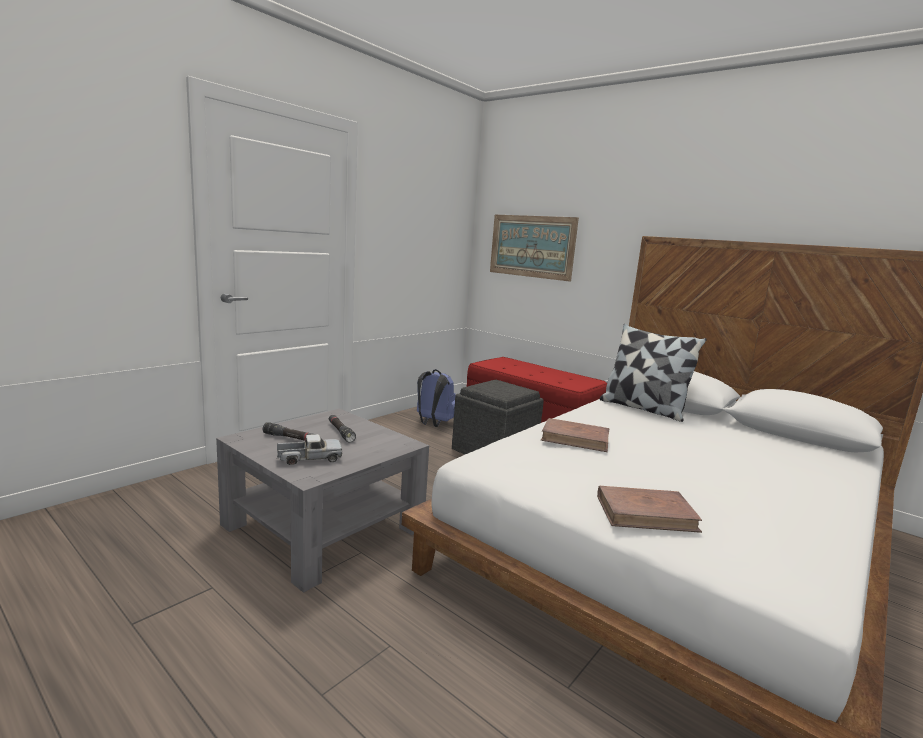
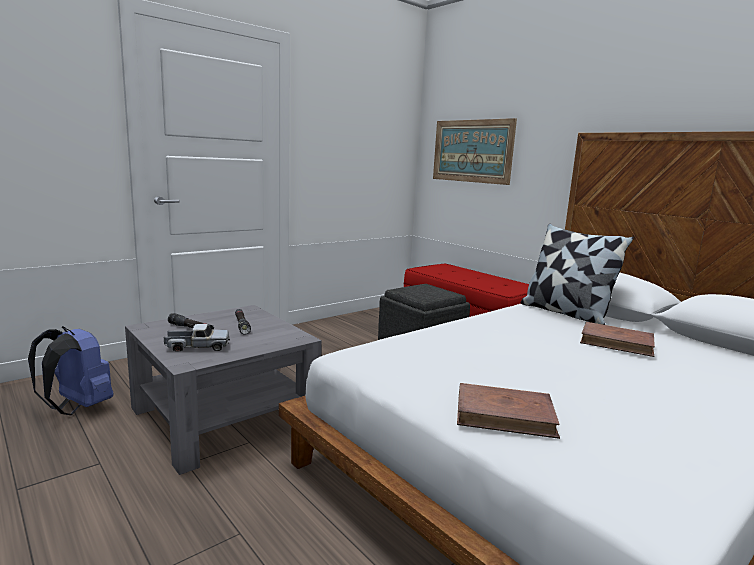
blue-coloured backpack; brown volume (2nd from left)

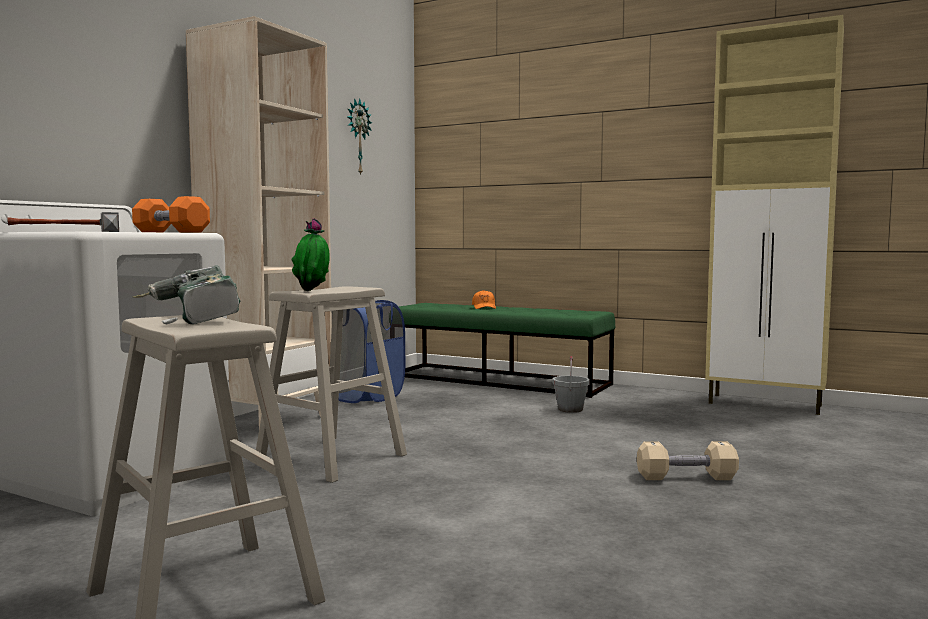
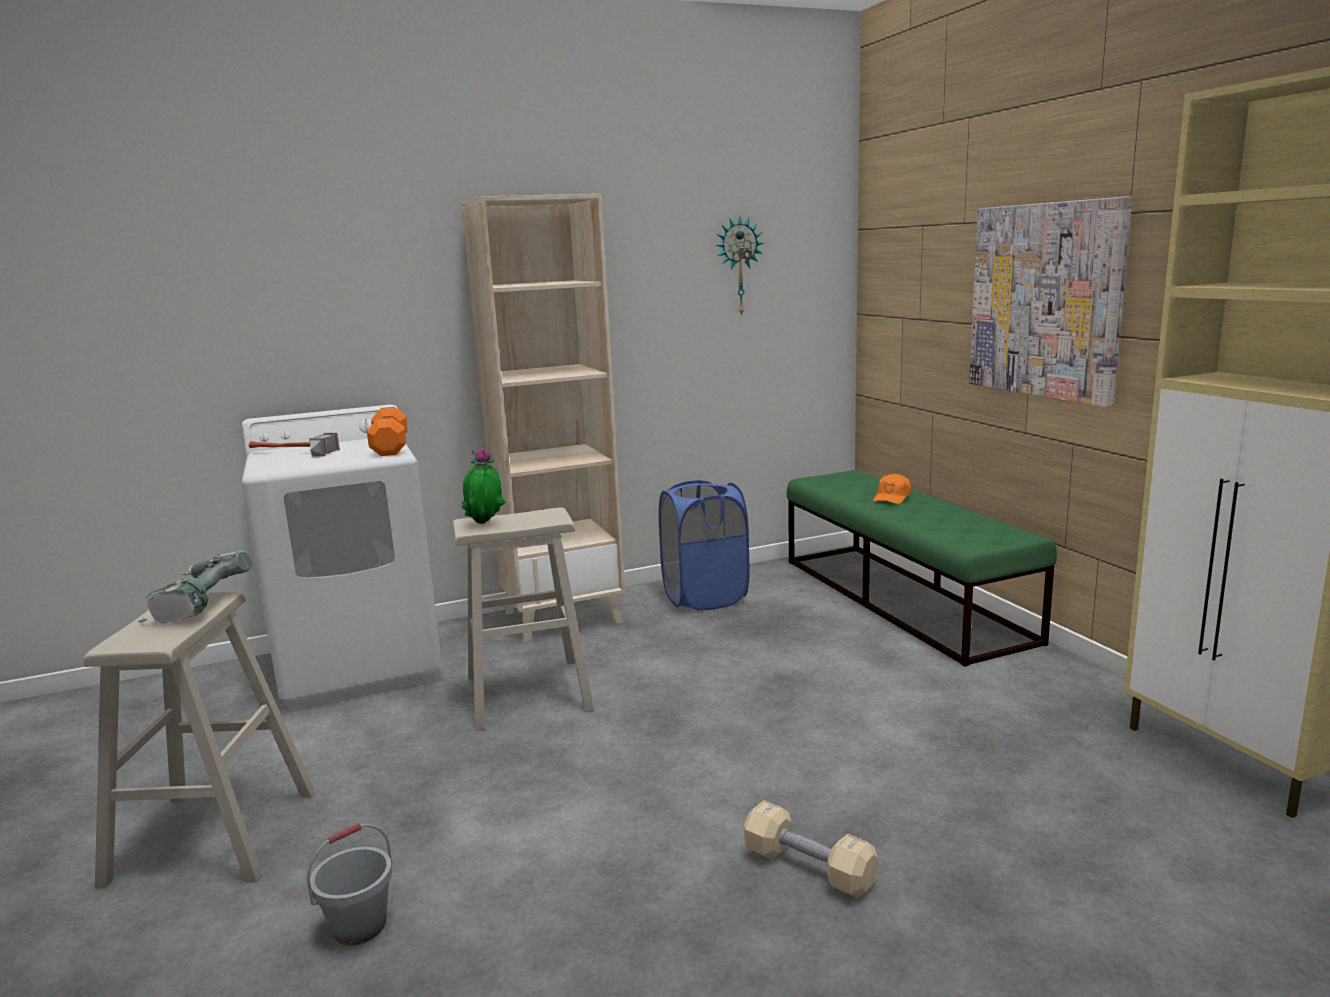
greyish water bucket; picture

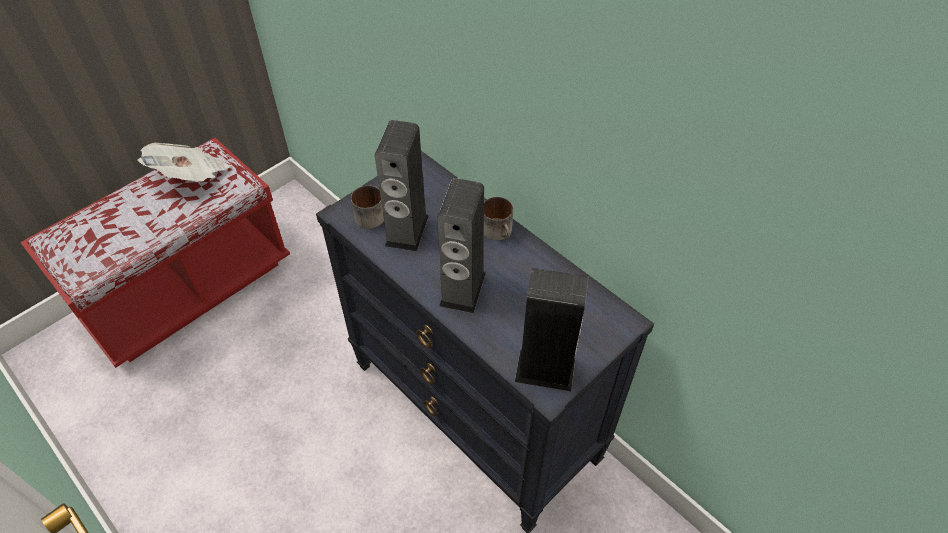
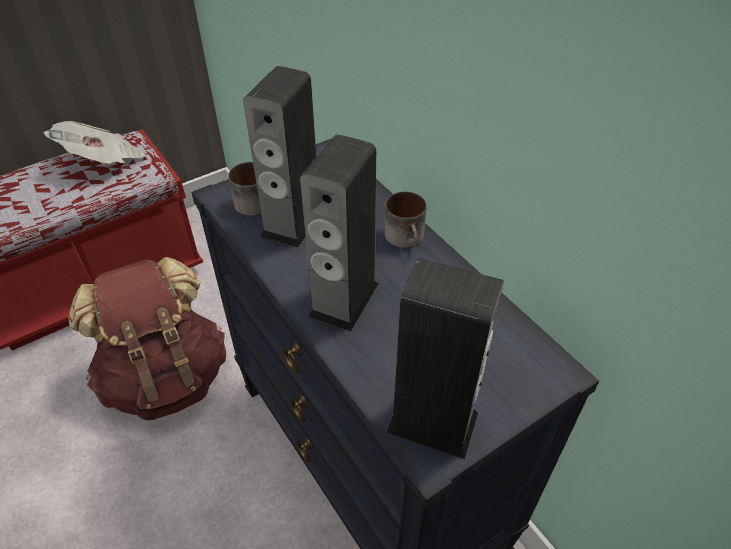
brown backpack

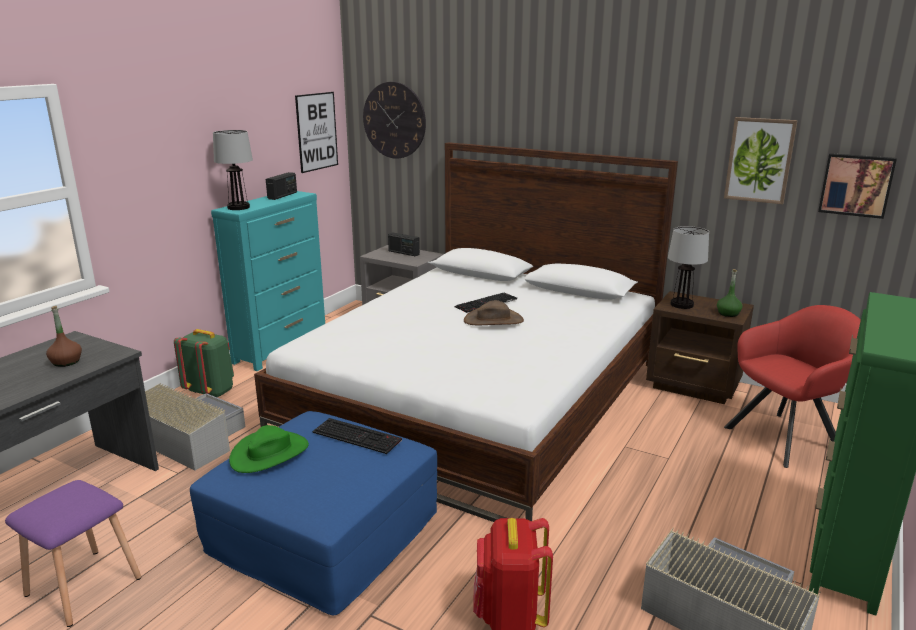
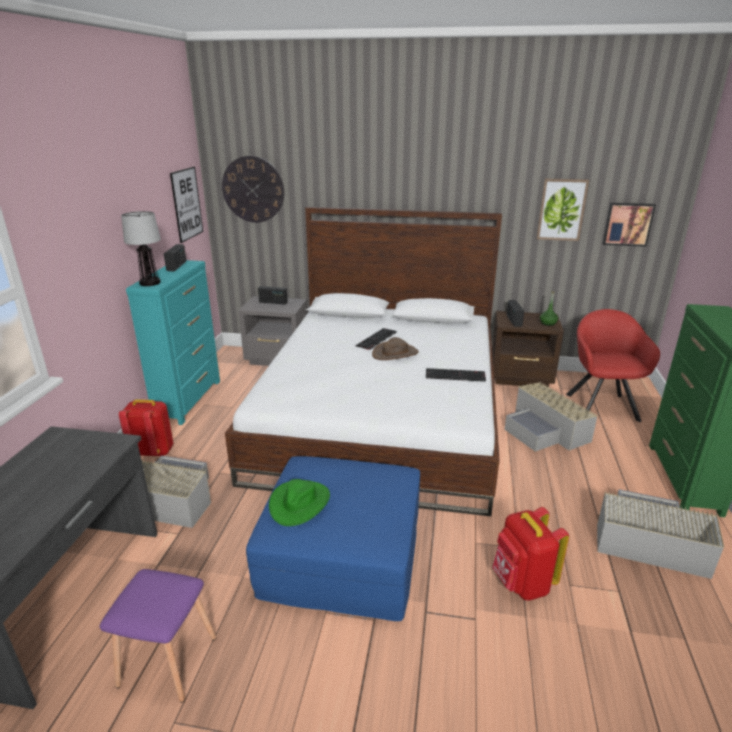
red-coloured backpack (1st from left); PC keyboard (2nd from left); greyish storage bin (2nd from left); radio set (3rd from left); red-coloured lounge chair; brown beverage bottle

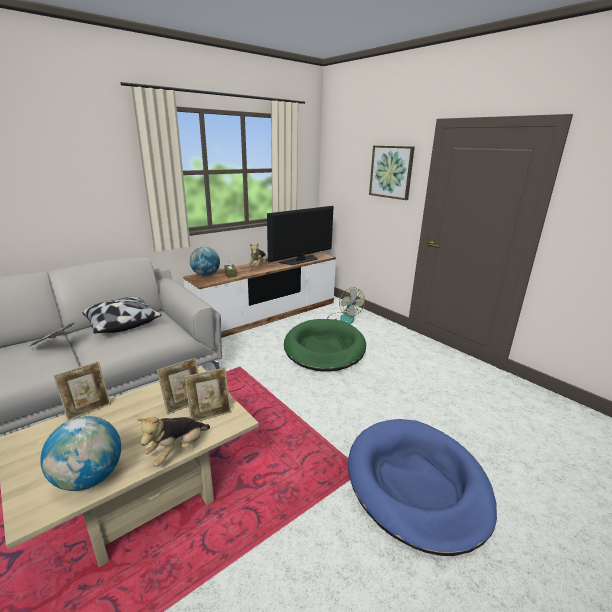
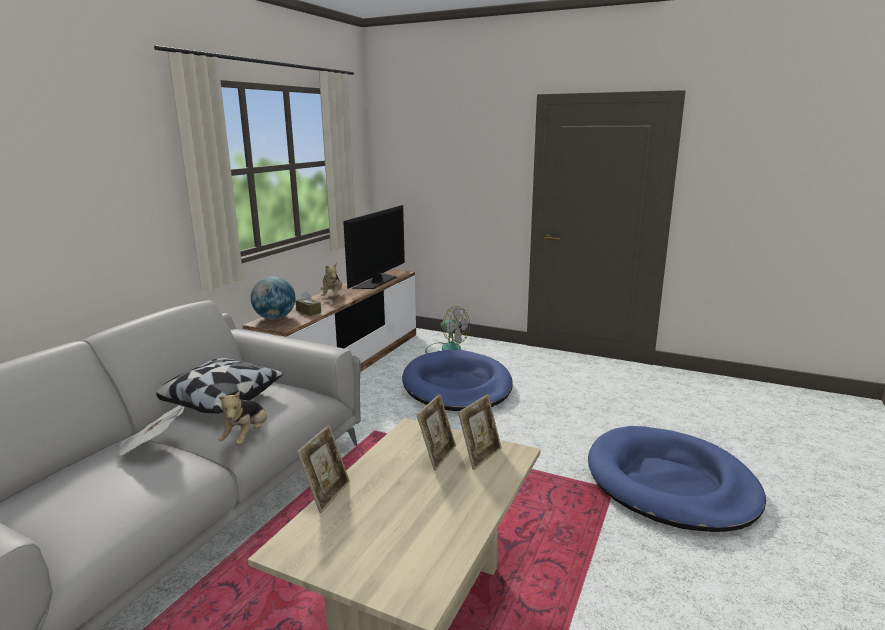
cuddly toy (1st from left); blue-coloured pet bed (1st from left); world globe (1st from left in the first image); picture

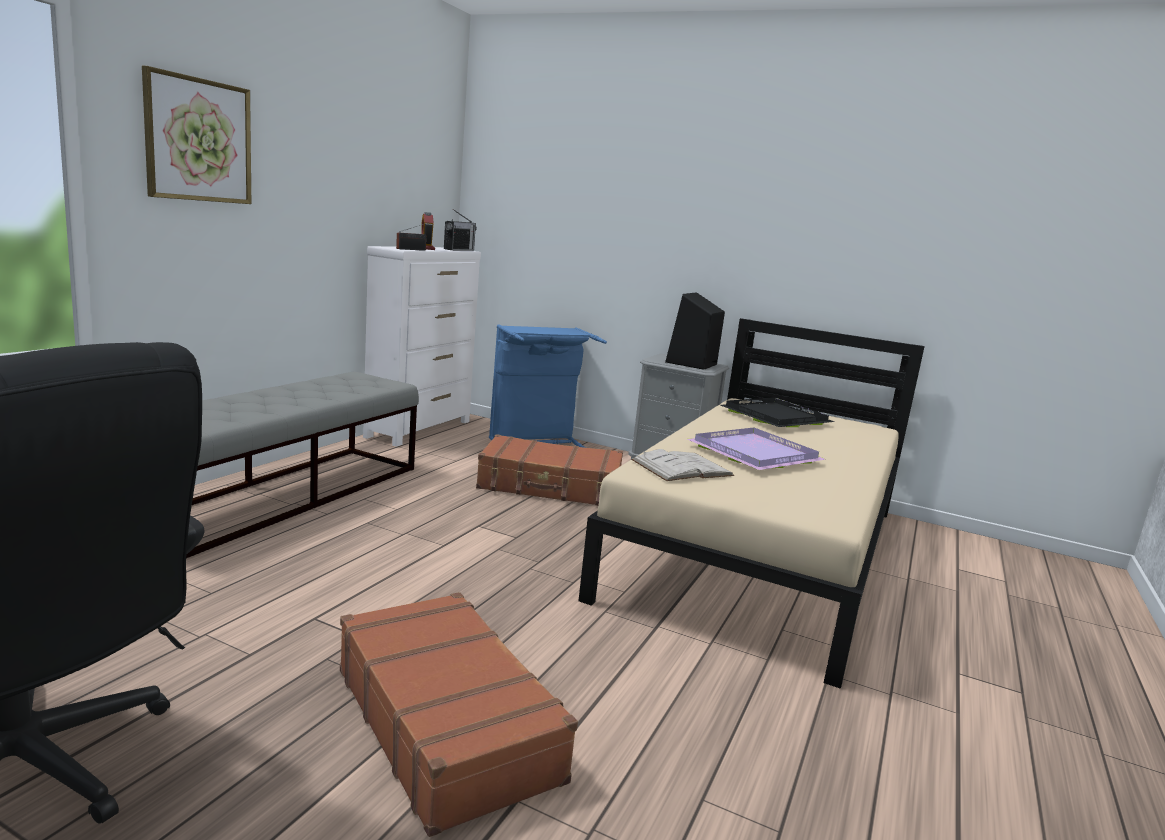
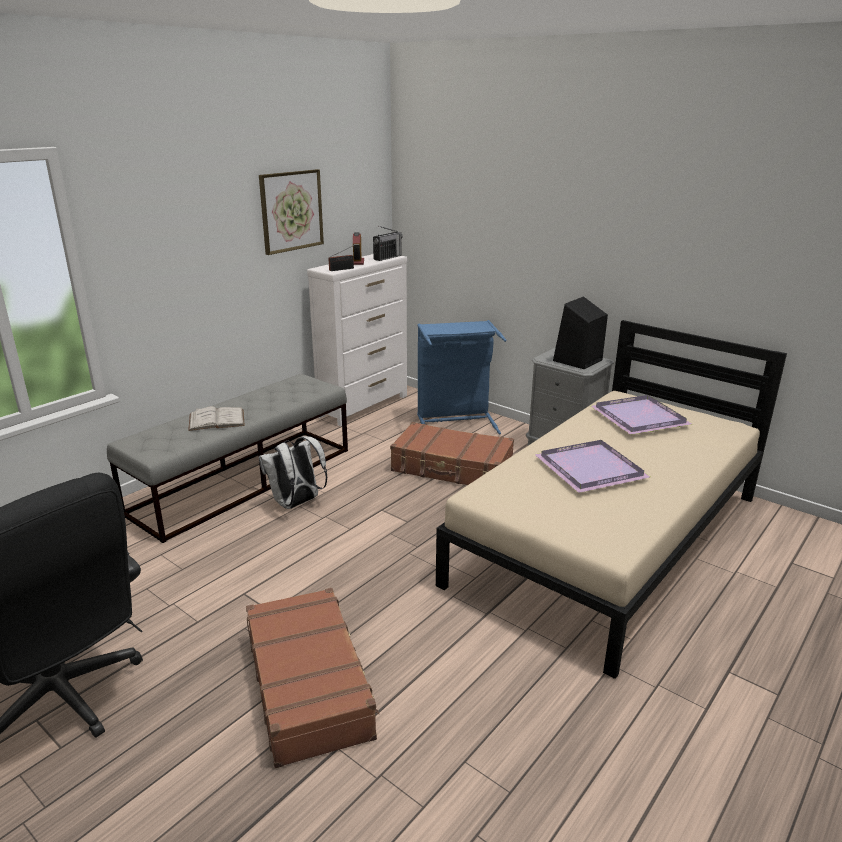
whitish volume; picture; whitish backpack; purplish carrying tray (2nd from left)

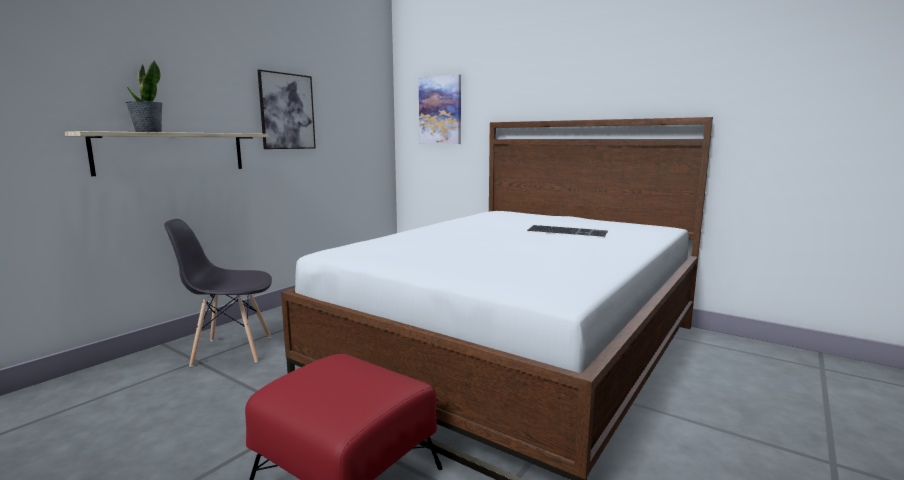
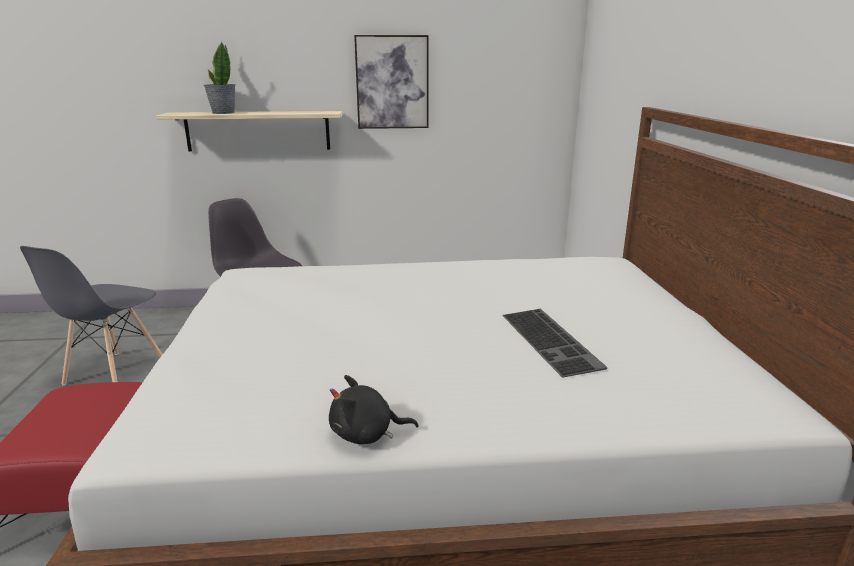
greyish plain chair (1st from left); black cuddly toy; picture (2nd from left in the first image)

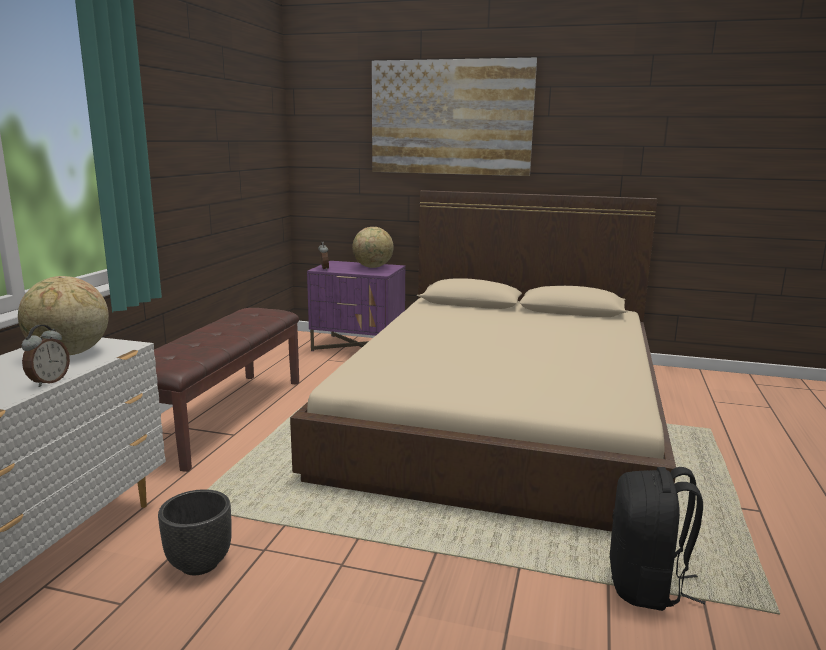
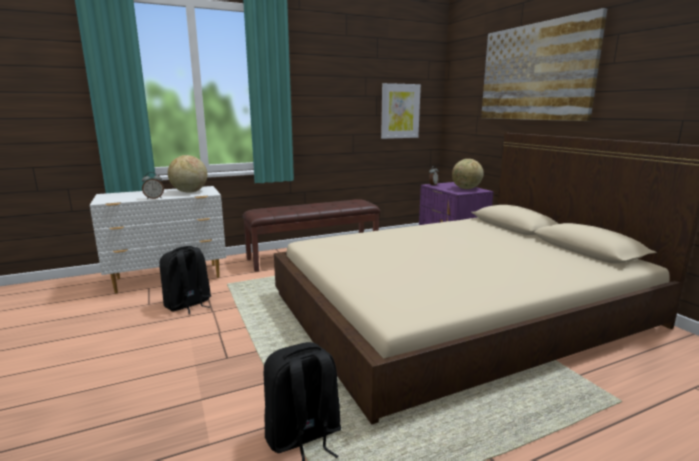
black backpack (1st from left); picture (1st from left)

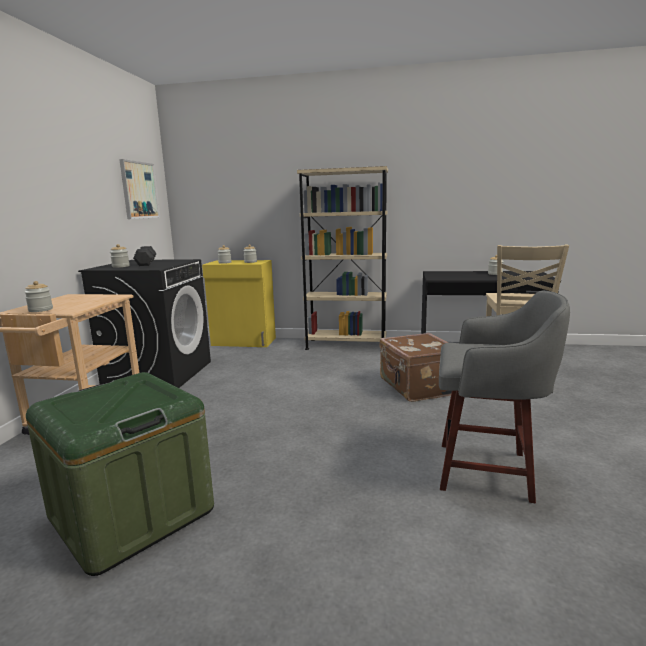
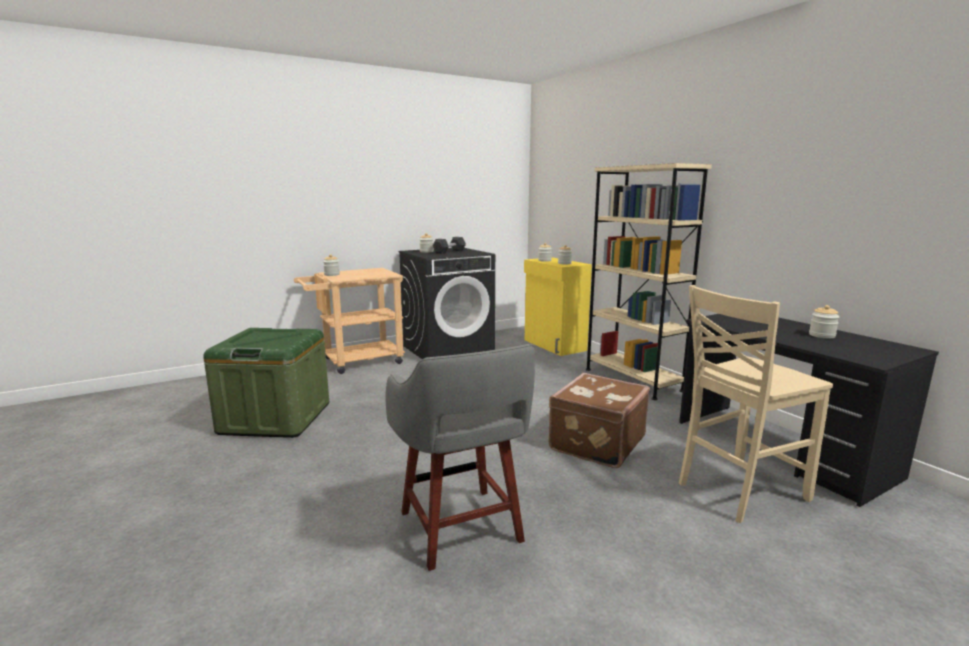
picture

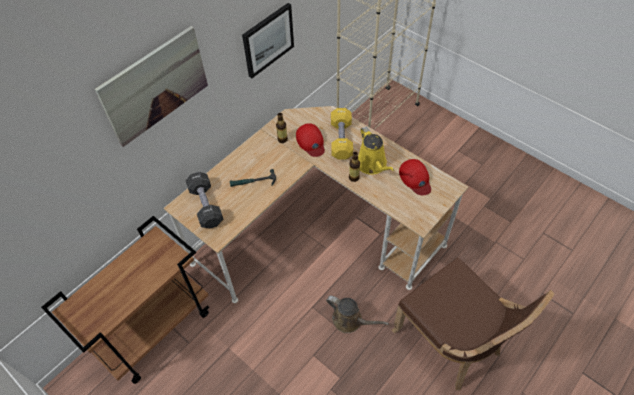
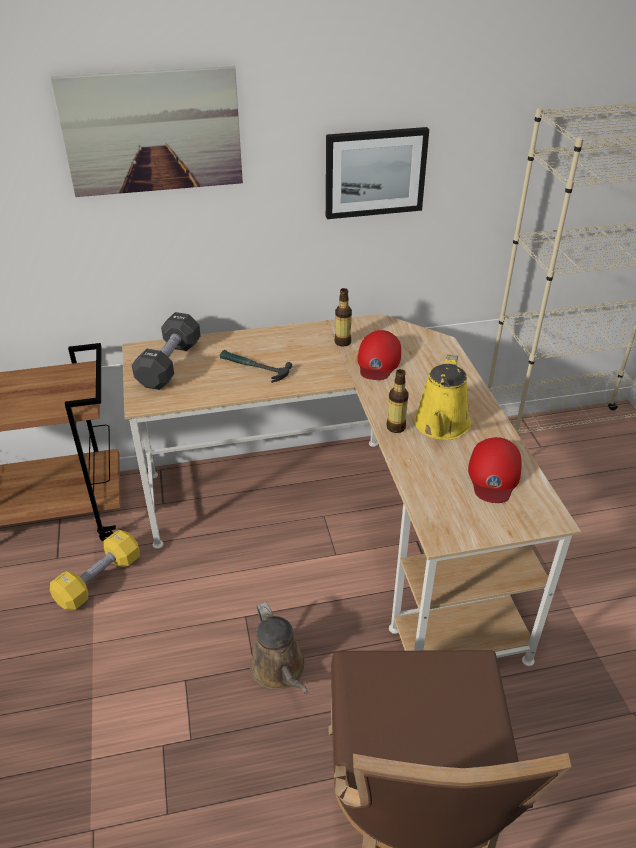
yellow free weight

